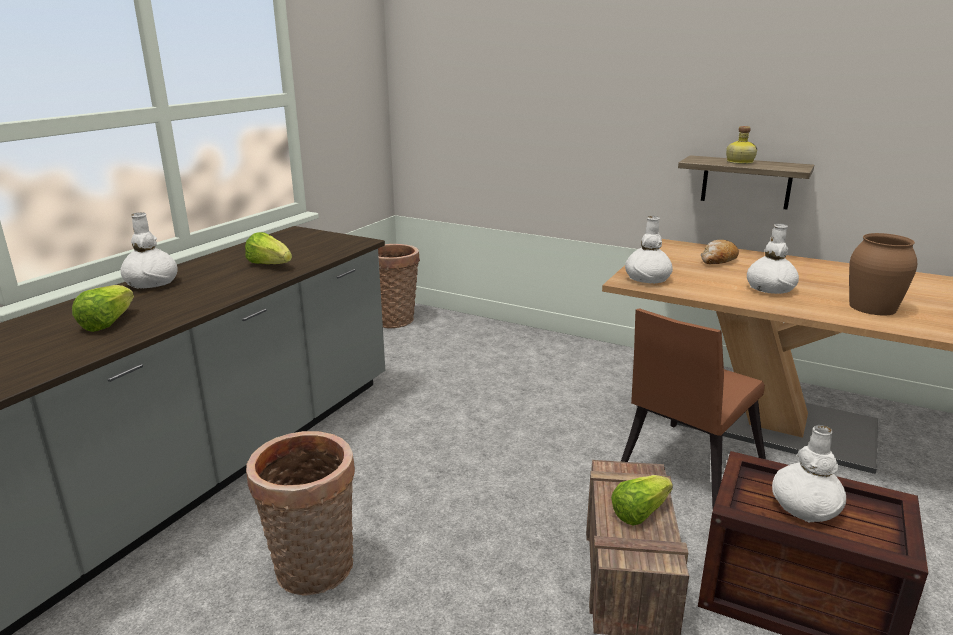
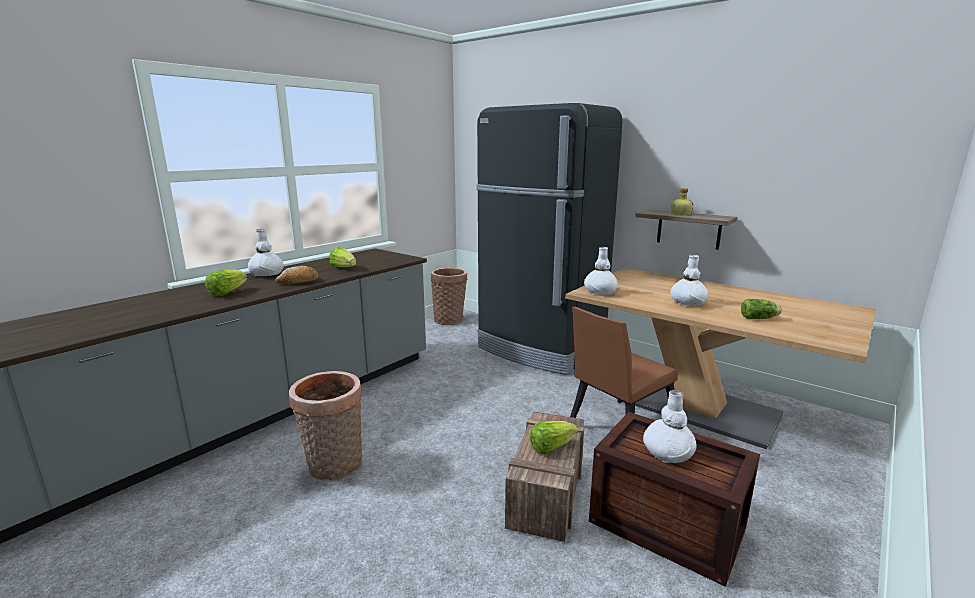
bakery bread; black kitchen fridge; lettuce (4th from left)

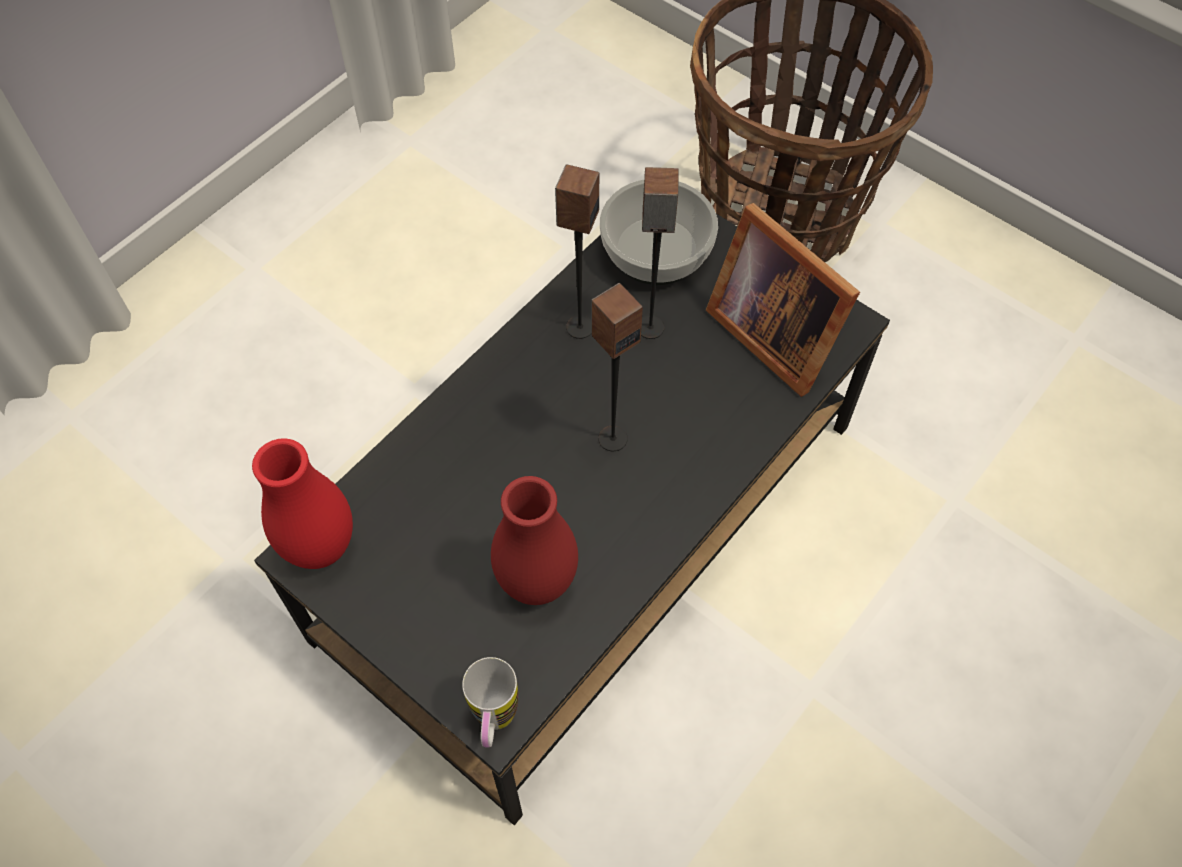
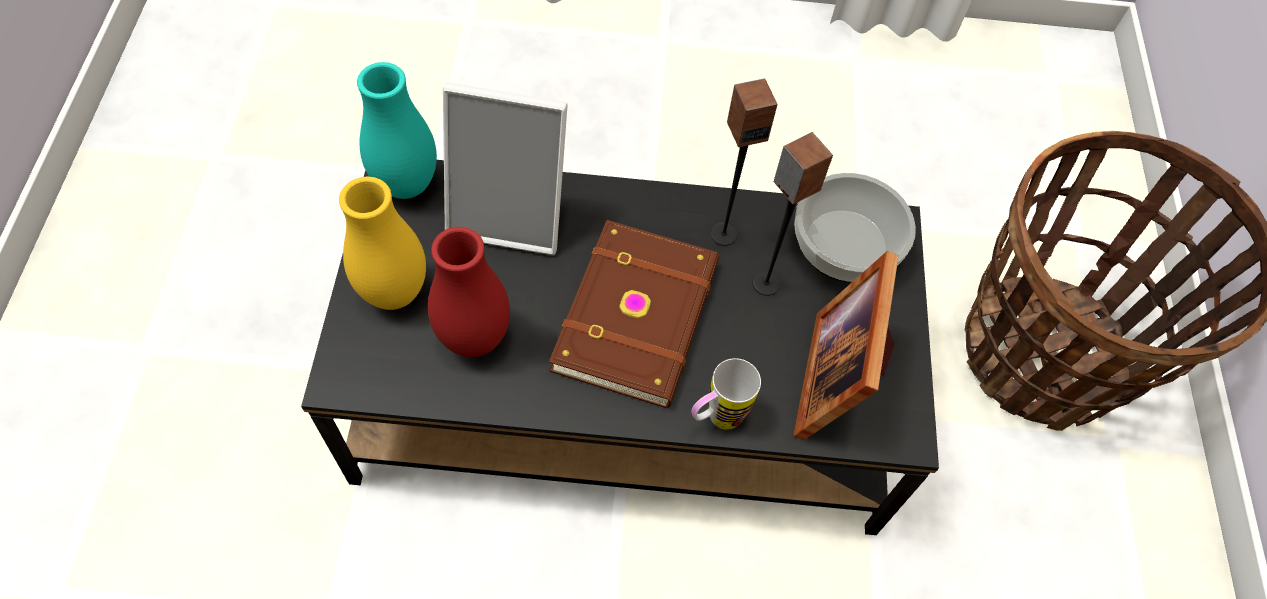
yellow decorative vase; turquoise-coloured decorative vase; picture frame (1st from left); brown volume; tea mug

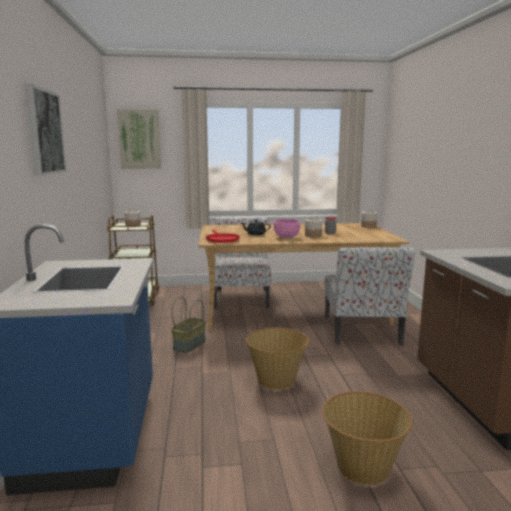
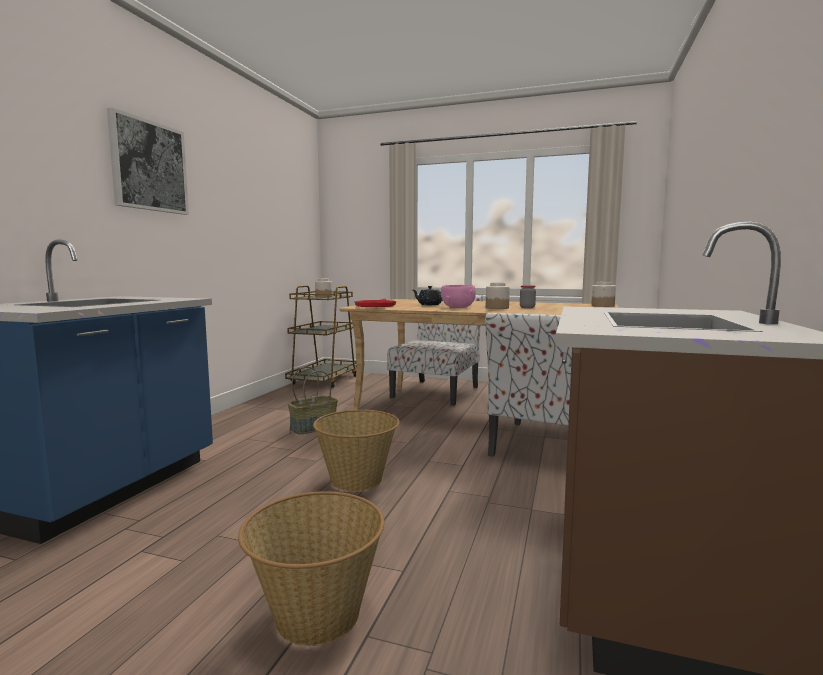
picture (2nd from left in the first image)

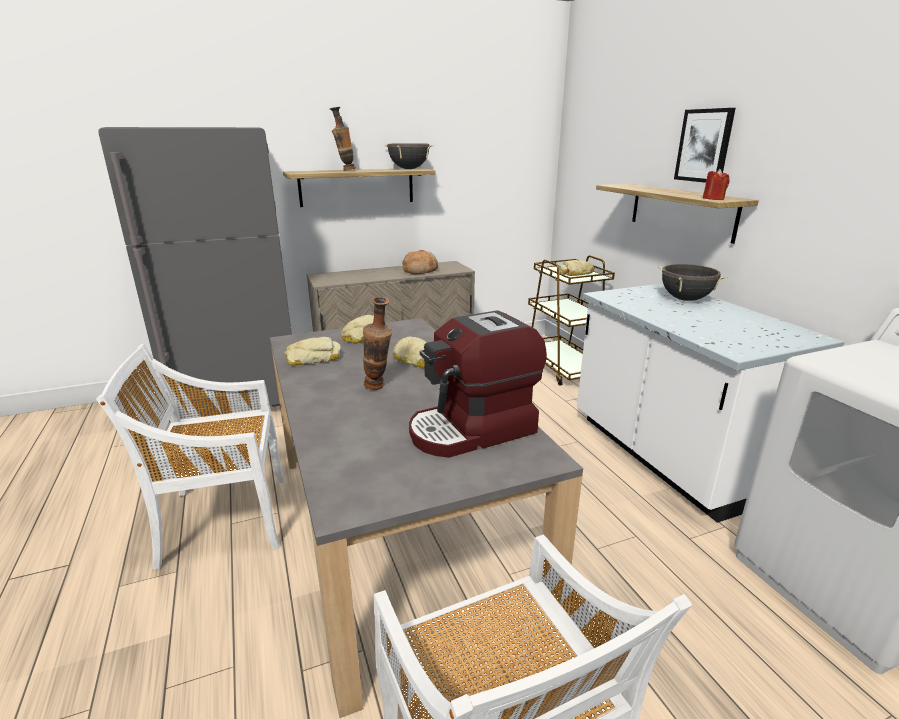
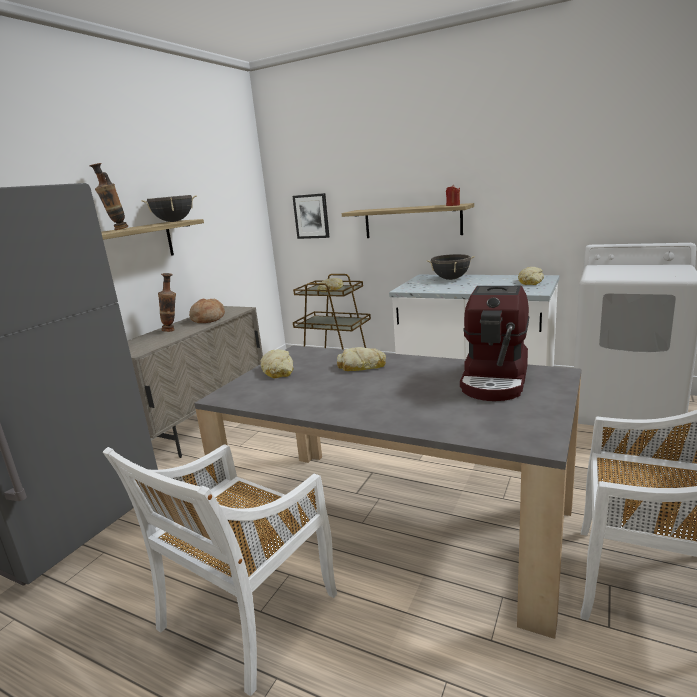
decorative vase (2nd from left); picture; bakery bread (5th from left)

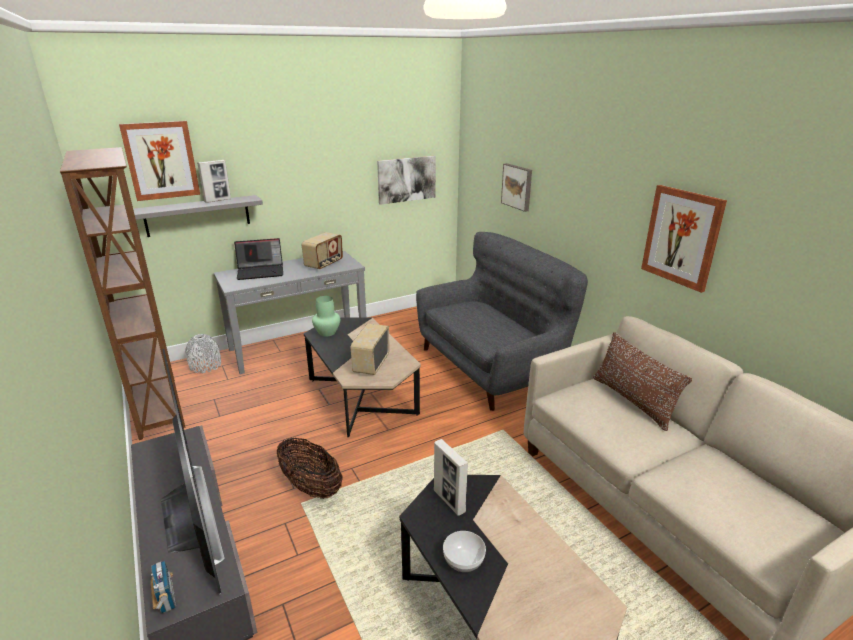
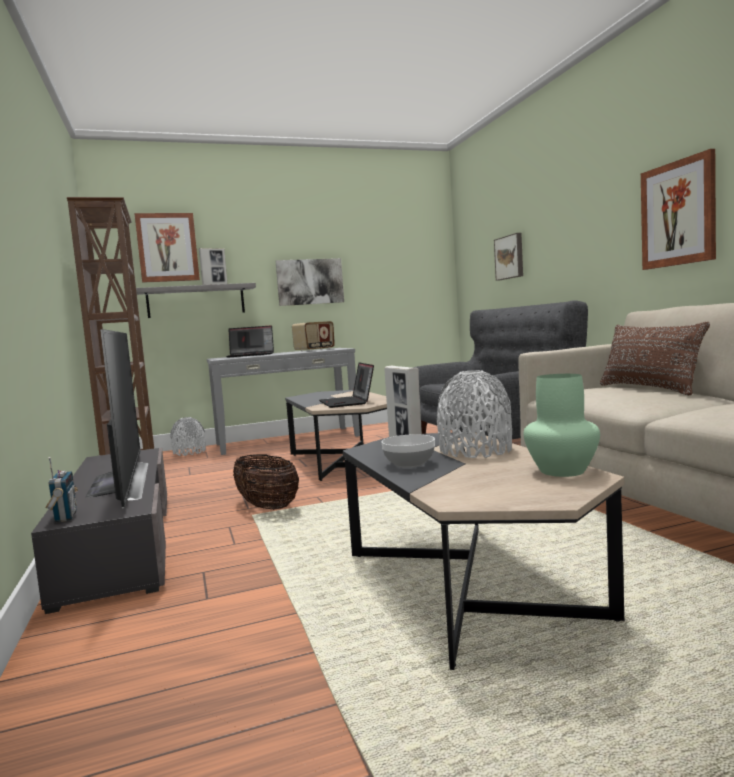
picture (2nd from left); notebook computer (2nd from left); greyish decorative vase (2nd from left); green-coloured decorative vase

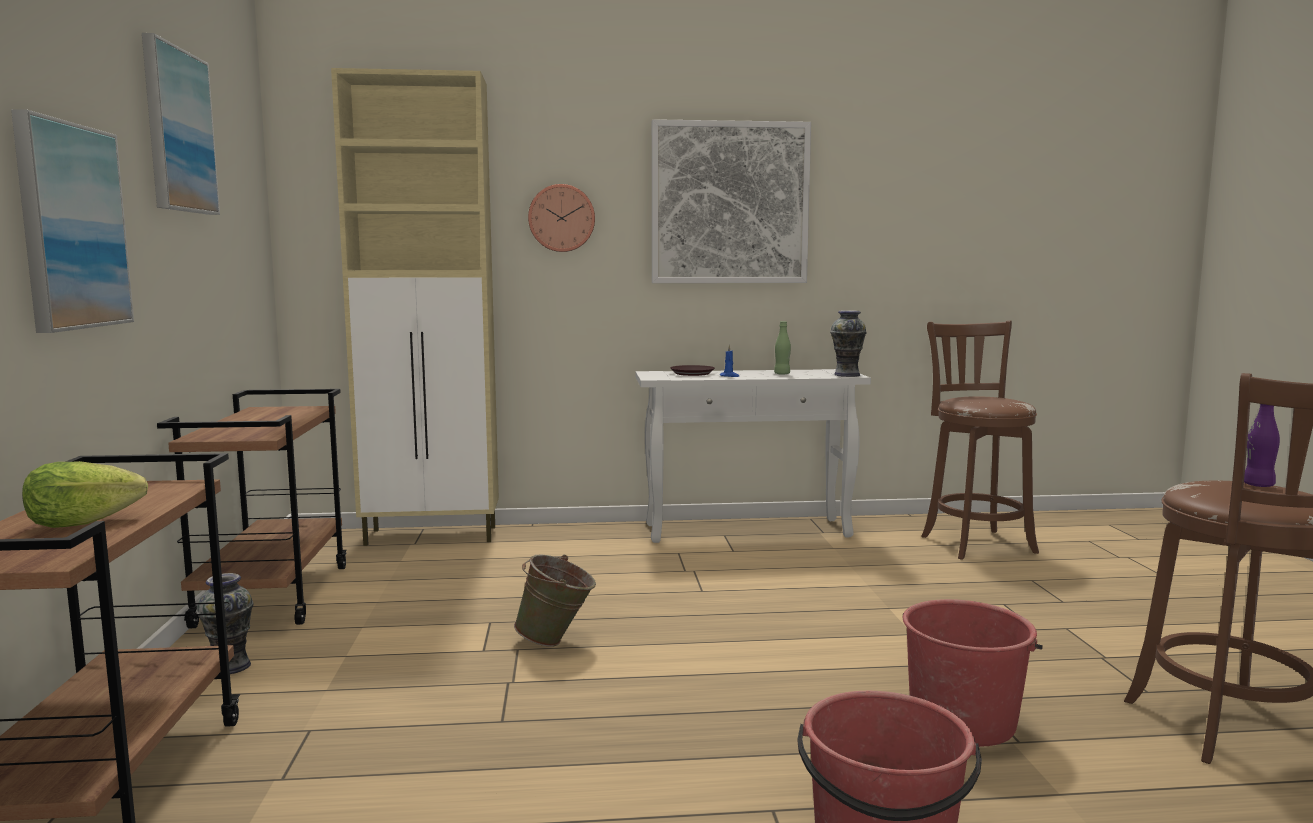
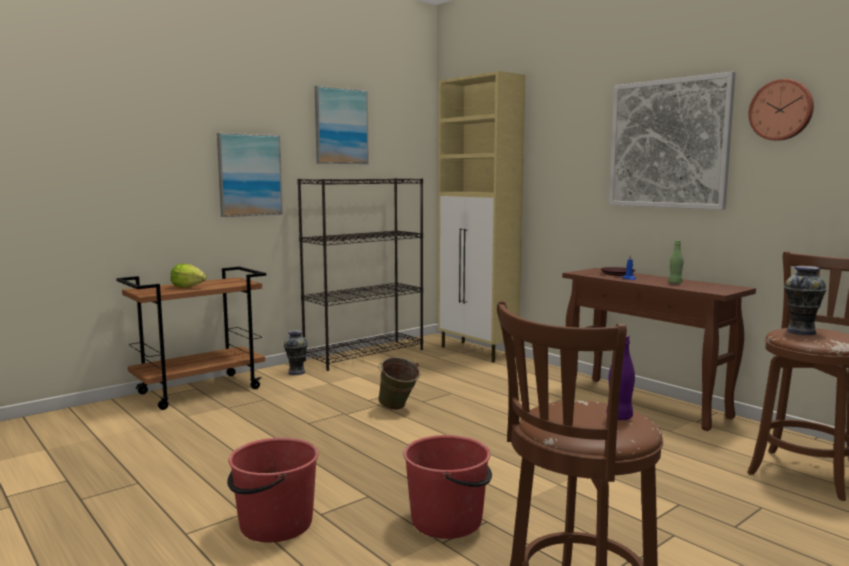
black bookcase; brown narrow table; hanging clock; decorative vase (2nd from left)

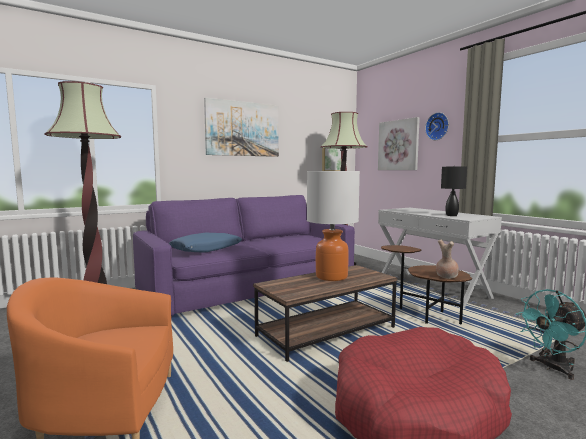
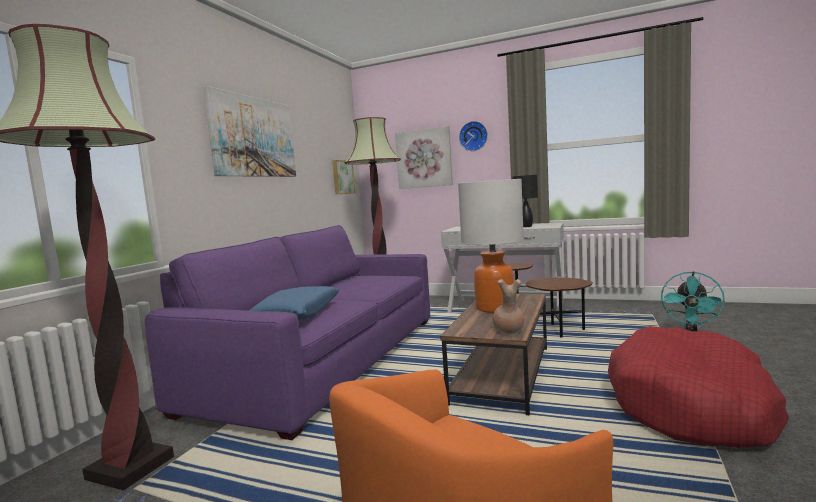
brown decorative vase

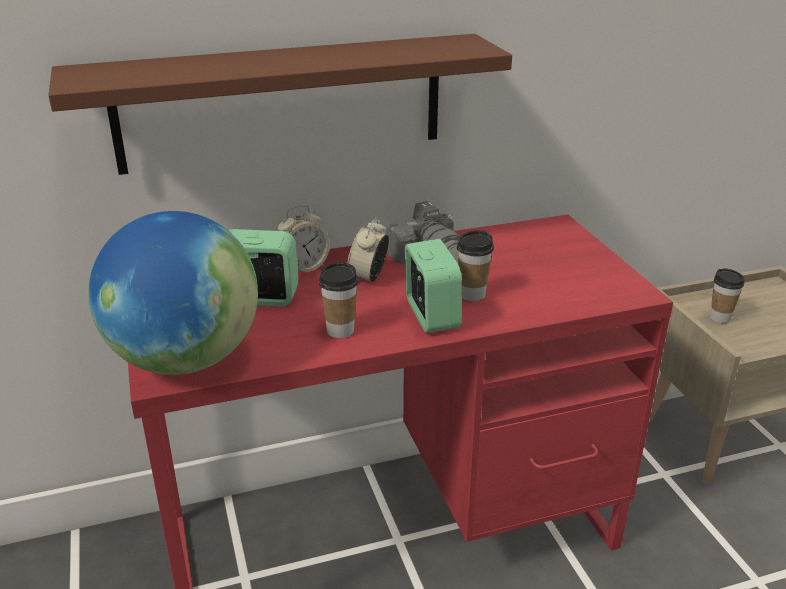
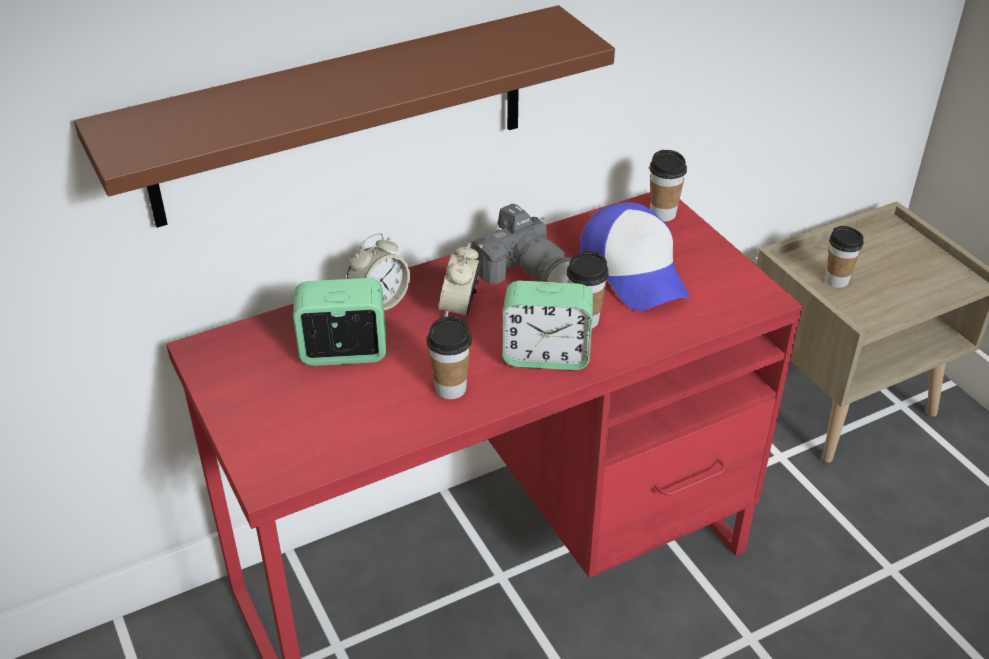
bedside clock (4th from left); peaked cap; drinking cup (3rd from left); world globe

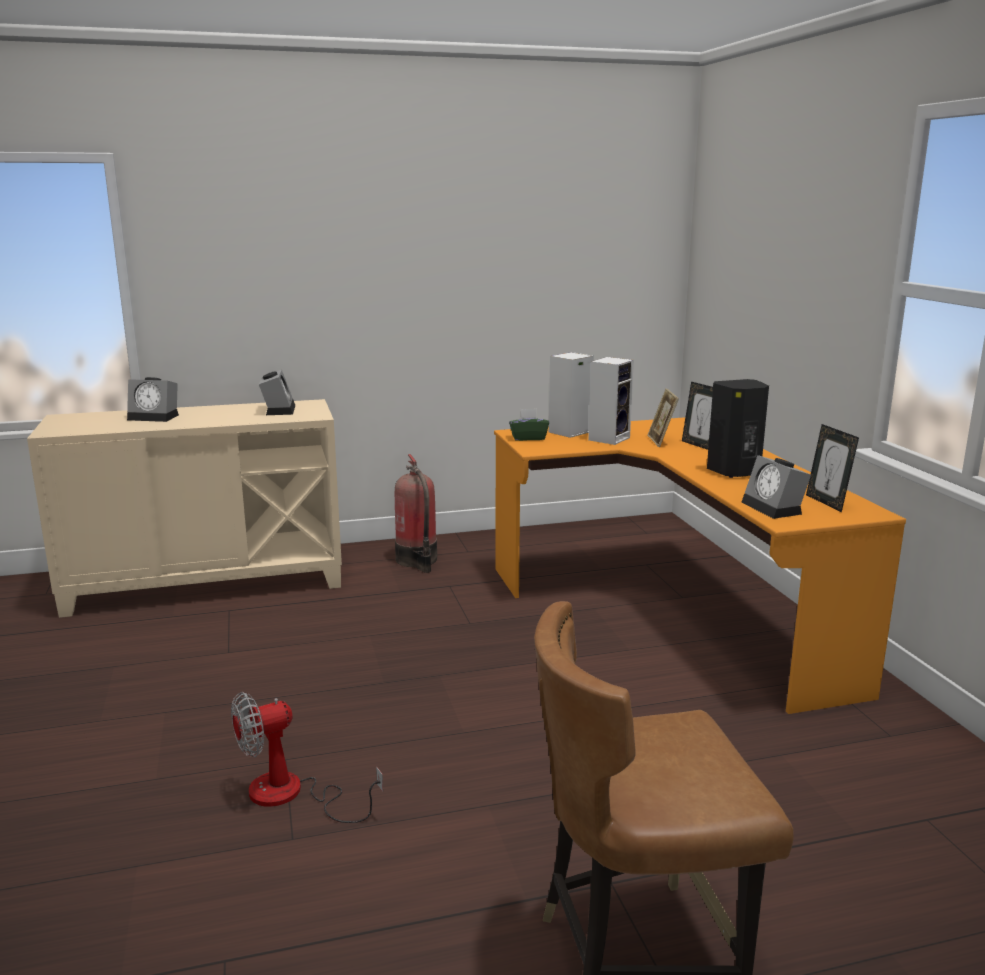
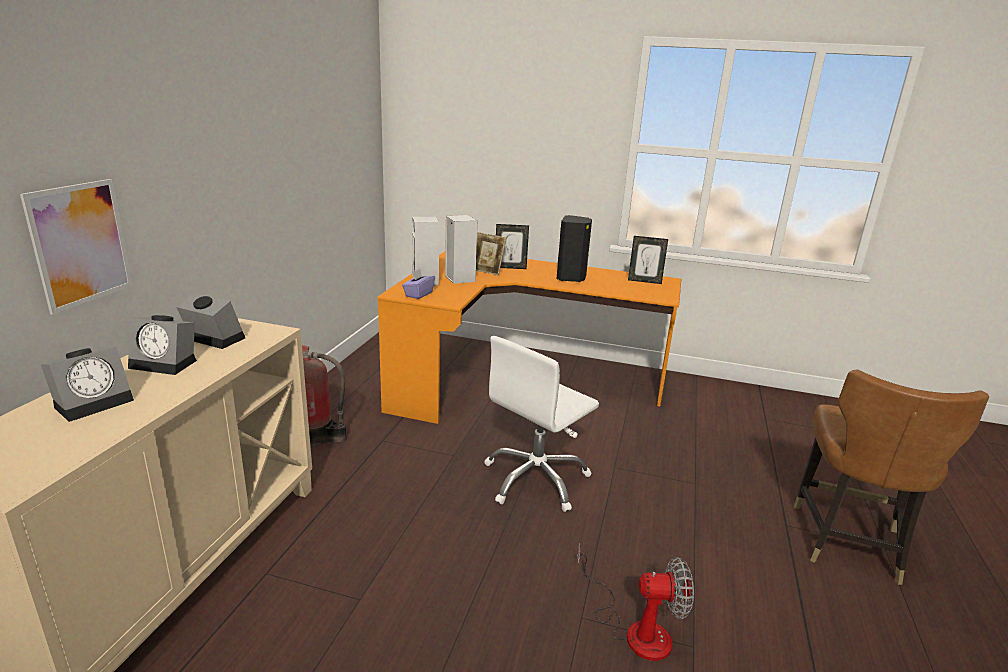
picture; bedside clock (2nd from left); purplish tissue holder; whitish computer chair; electric fan

